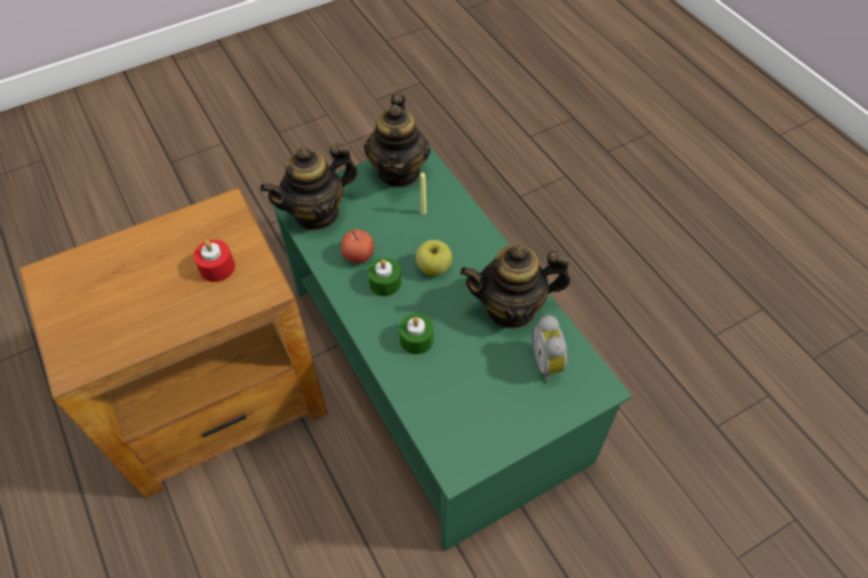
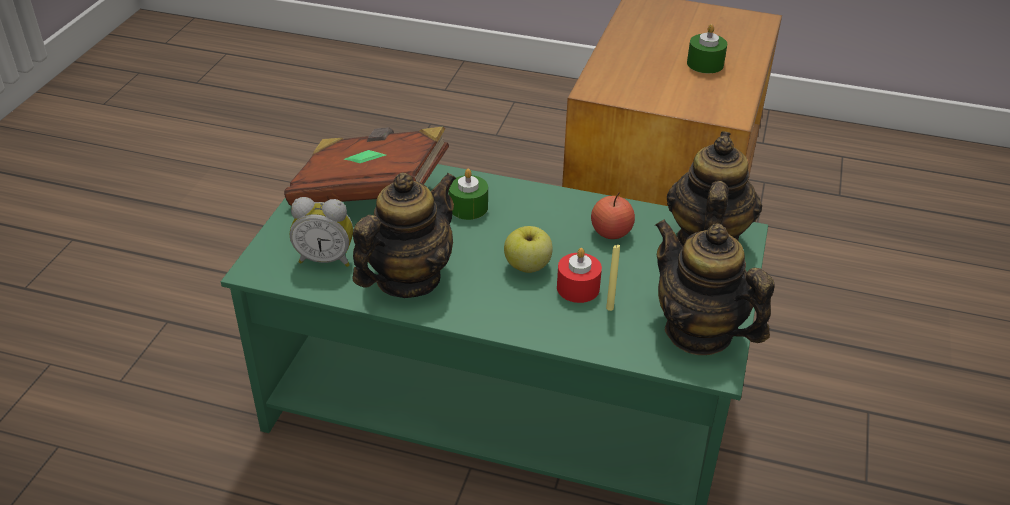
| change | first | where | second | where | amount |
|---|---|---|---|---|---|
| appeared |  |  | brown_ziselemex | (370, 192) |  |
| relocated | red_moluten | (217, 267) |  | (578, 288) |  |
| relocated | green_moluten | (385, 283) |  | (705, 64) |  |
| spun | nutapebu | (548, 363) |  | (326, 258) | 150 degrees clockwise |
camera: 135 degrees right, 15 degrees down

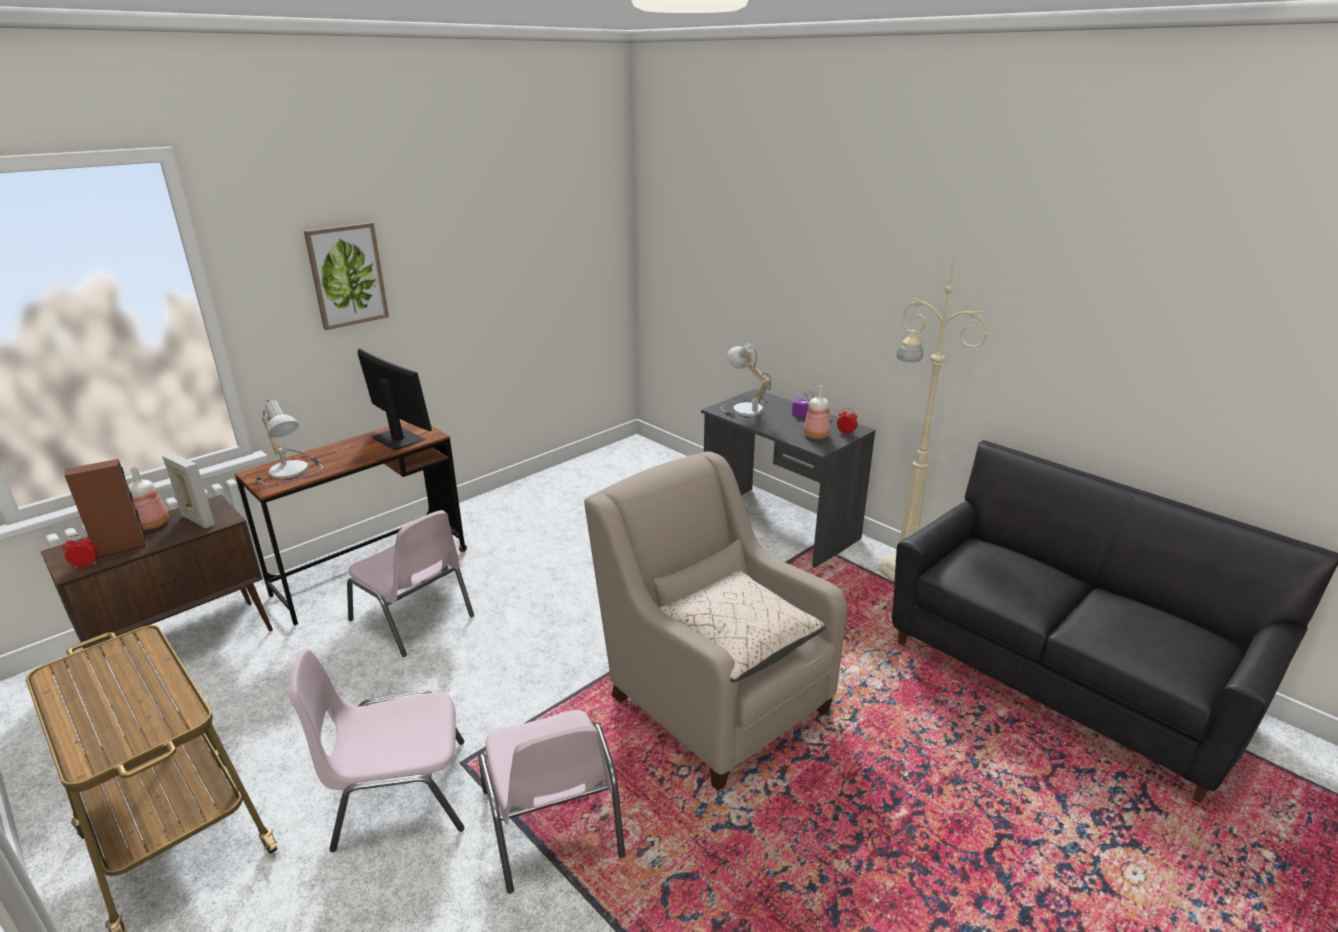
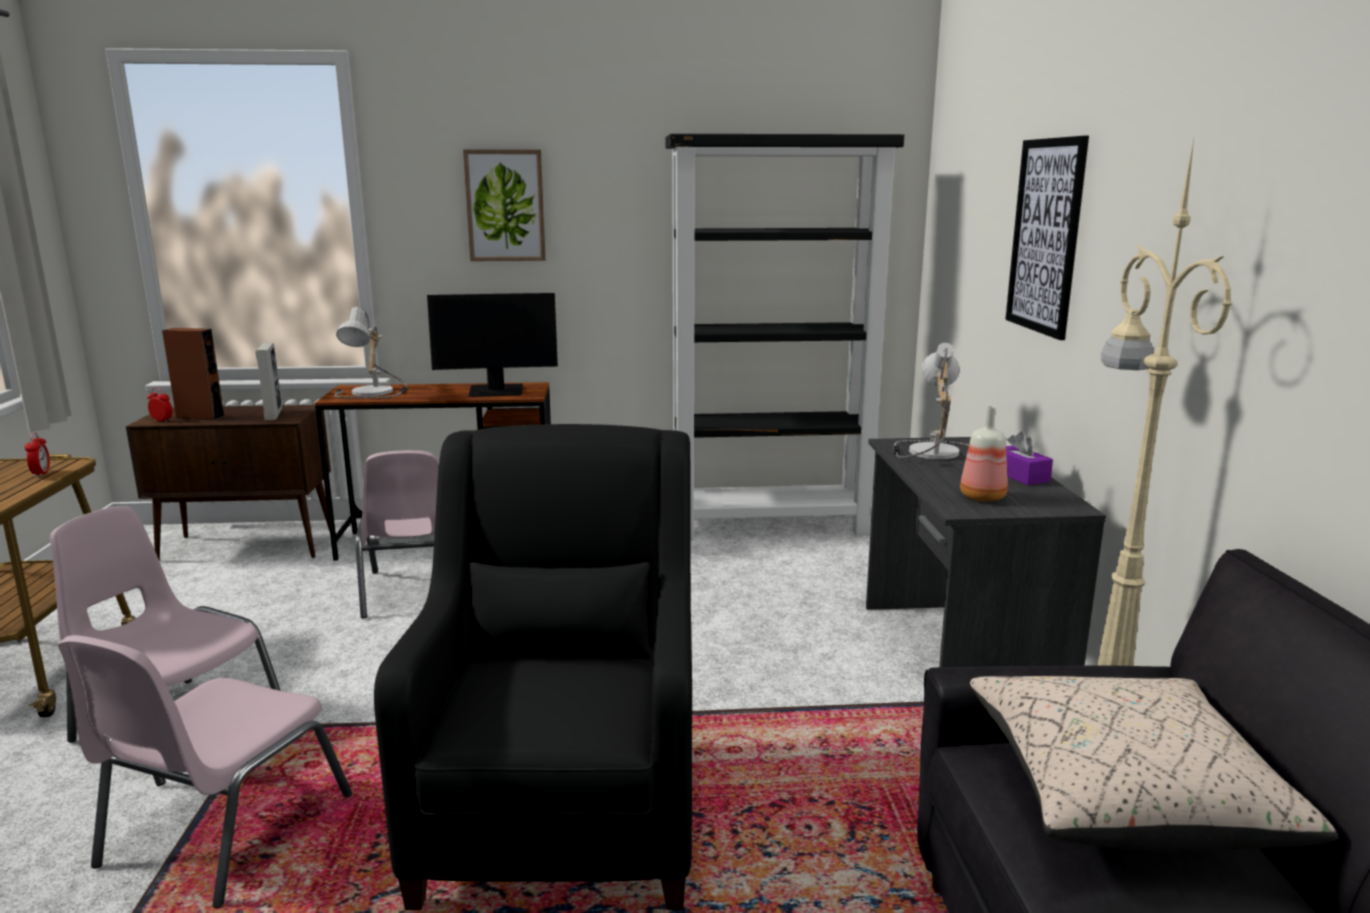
| change | first | where | second | where | amount |
|---|---|---|---|---|---|
| missing | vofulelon | (152, 525) |  |  |  |
| appeared |  |  | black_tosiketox | (771, 525) |  |
| appeared |  |  | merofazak | (1045, 236) |  |
| relocated | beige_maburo | (735, 641) |  | (1123, 794) |  |
| relocated | nutapebu | (846, 433) |  | (41, 474) |  |
| colour | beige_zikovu | (713, 698) | black_zikovu | (565, 807) |  |
| spun | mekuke | (398, 439) |  | (496, 392) | 90 degrees clockwise |
camera: 40 degrees right, 10 degrees down

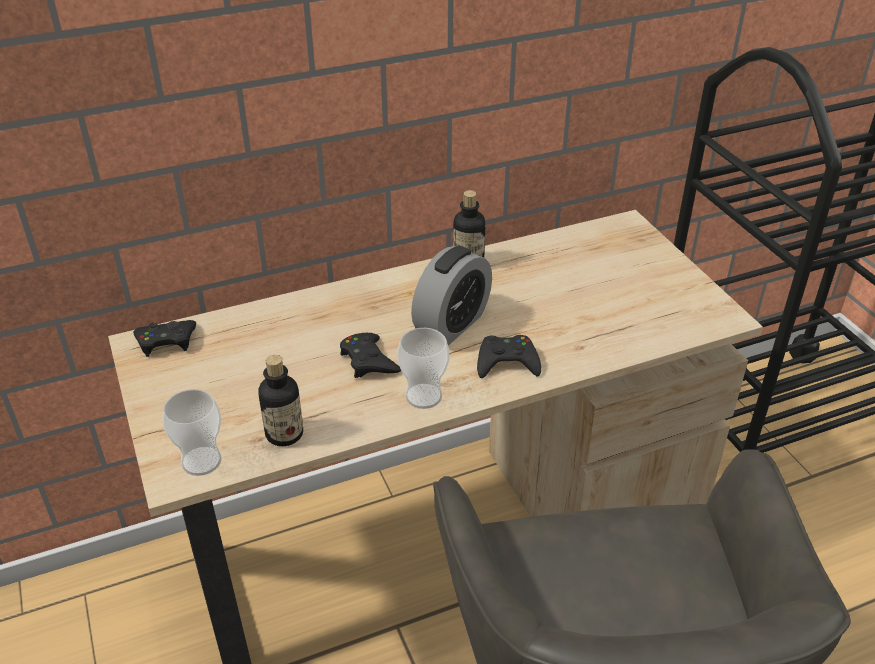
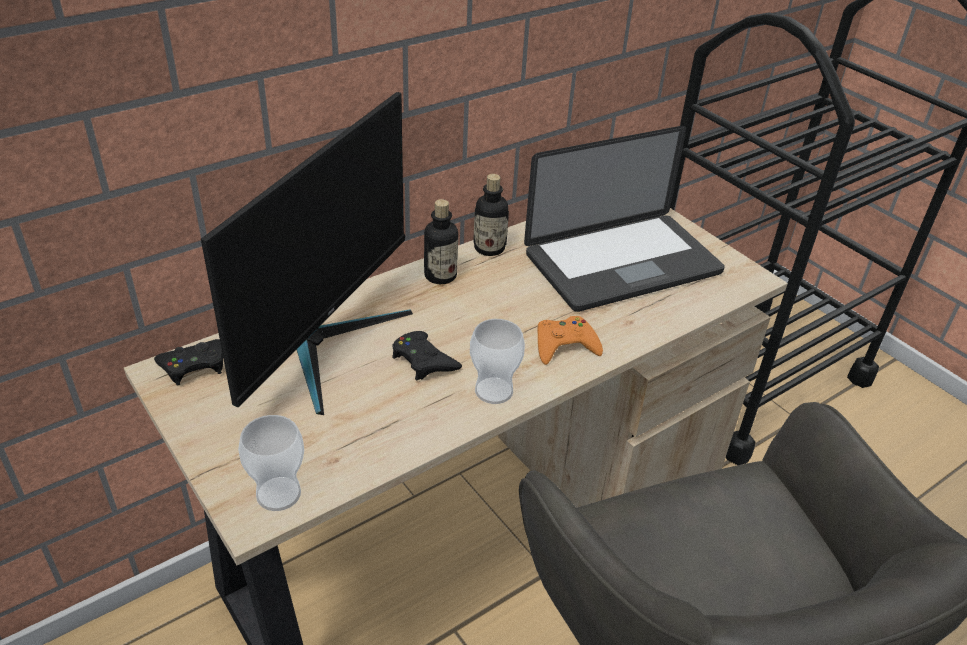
| change | first | where | second | where | amount |
|---|---|---|---|---|---|
| missing | nutapebu | (452, 324) |  |  |  |
| appeared |  |  | mekuke | (325, 343) |  |
| appeared |  |  | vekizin | (622, 264) |  |
| relocated | vofulelon | (284, 434) |  | (440, 276) |  |
| colour | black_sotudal | (507, 362) | orange_sotudal | (565, 345) |  |
camera: 15 degrees left, 0 degrees up

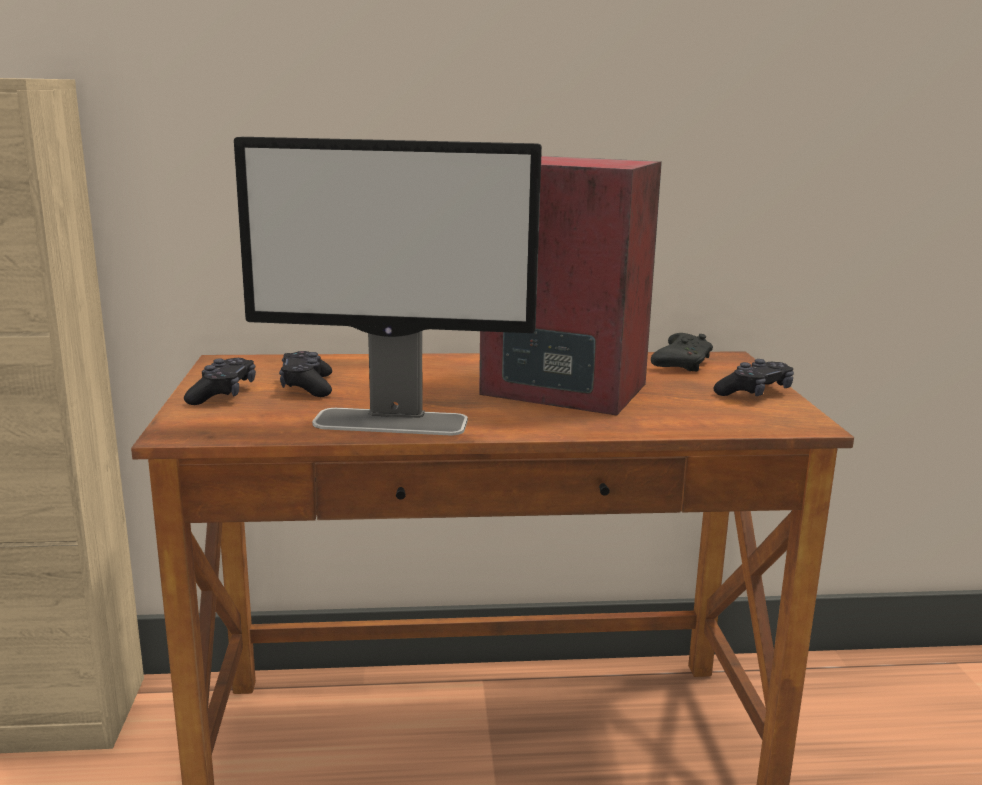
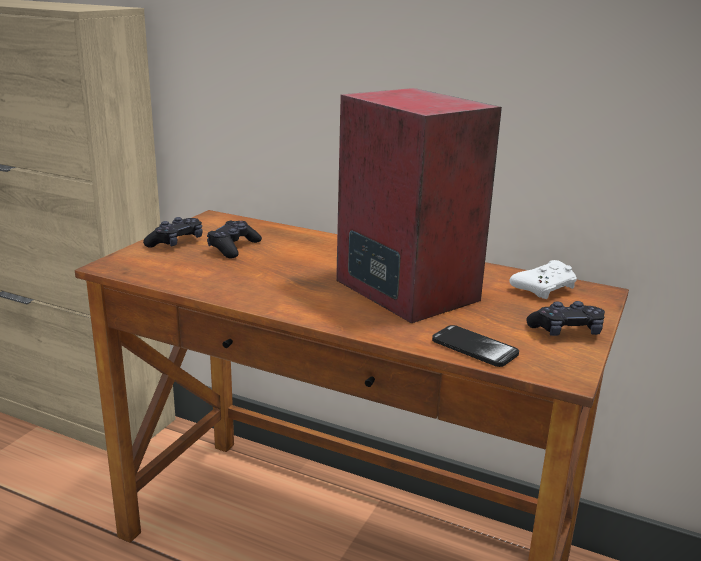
| change | first | where | second | where | amount |
|---|---|---|---|---|---|
| missing | mekuke | (392, 422) |  |  |  |
| appeared |  |  | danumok | (474, 348) |  |
| colour | black_sotudal | (682, 363) | white_sotudal | (545, 288) |  |
camera: 30 degrees right, 5 degrees up

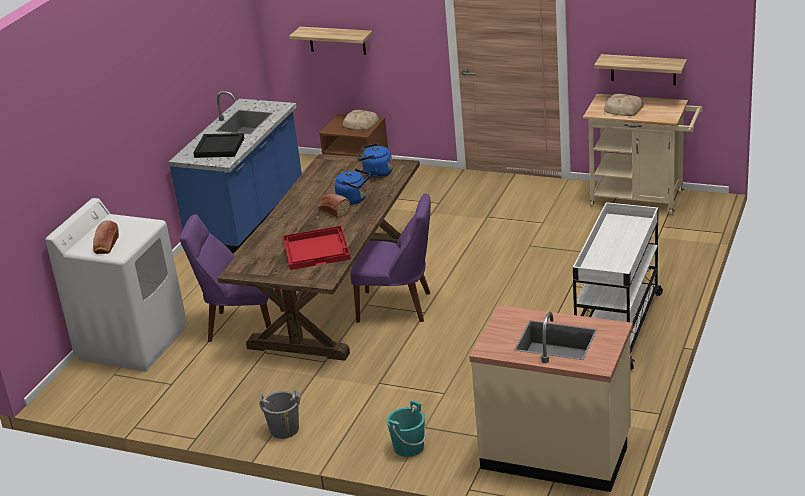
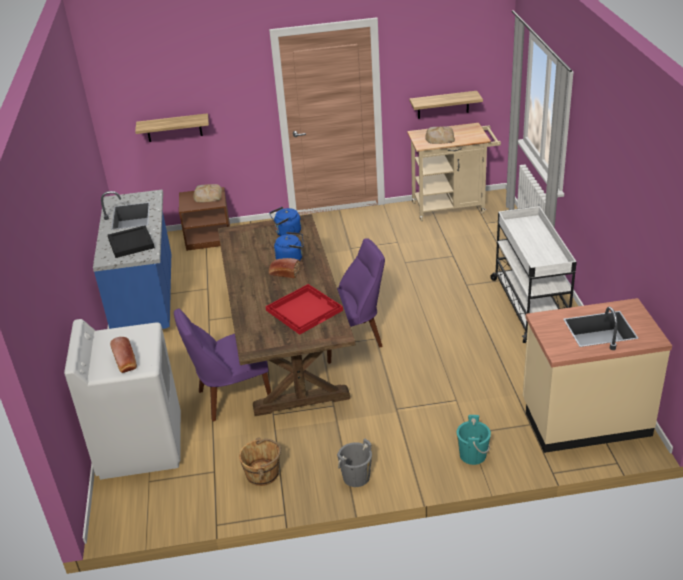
| change | first | where | second | where | amount |
|---|---|---|---|---|---|
| appeared |  |  | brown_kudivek | (263, 474) |  |
camera: 30 degrees left, 5 degrees up

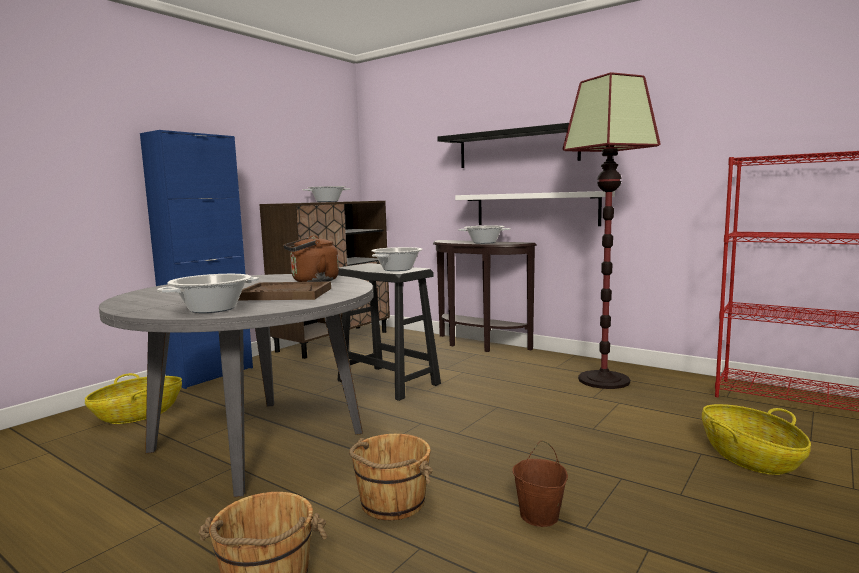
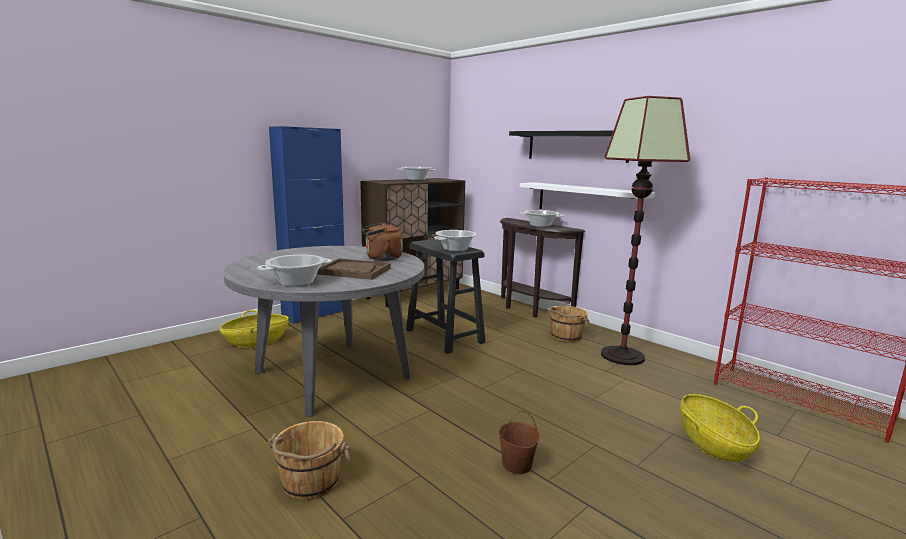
| change | first | where | second | where | amount |
|---|---|---|---|---|---|
| relocated | brown_kudivek | (391, 503) |  | (565, 336) |  |
camera: 10 degrees right, 5 degrees up

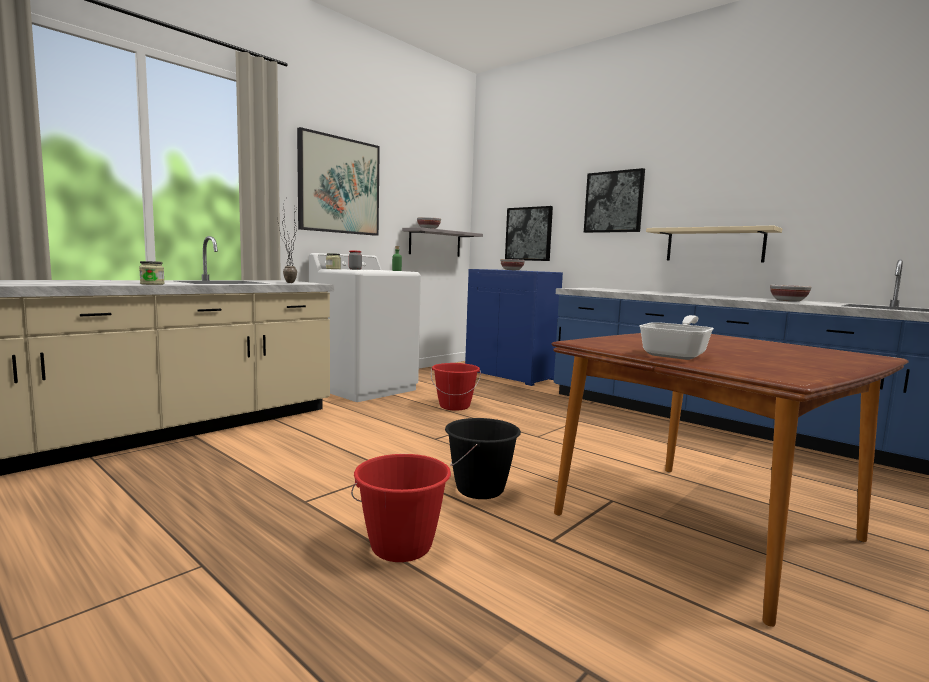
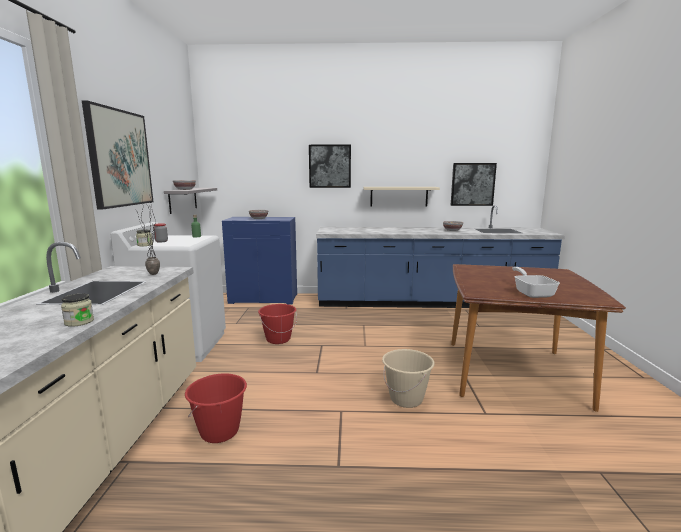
| change | first | where | second | where | amount |
|---|---|---|---|---|---|
| relocated | red_kudivek | (401, 547) |  | (220, 432) |  |
| relocated | merofazak | (529, 234) |  | (472, 184) |  |
| colour | black_kudivek | (480, 489) | beige_kudivek | (406, 399) |  |
camera: 40 degrees left, 5 degrees up

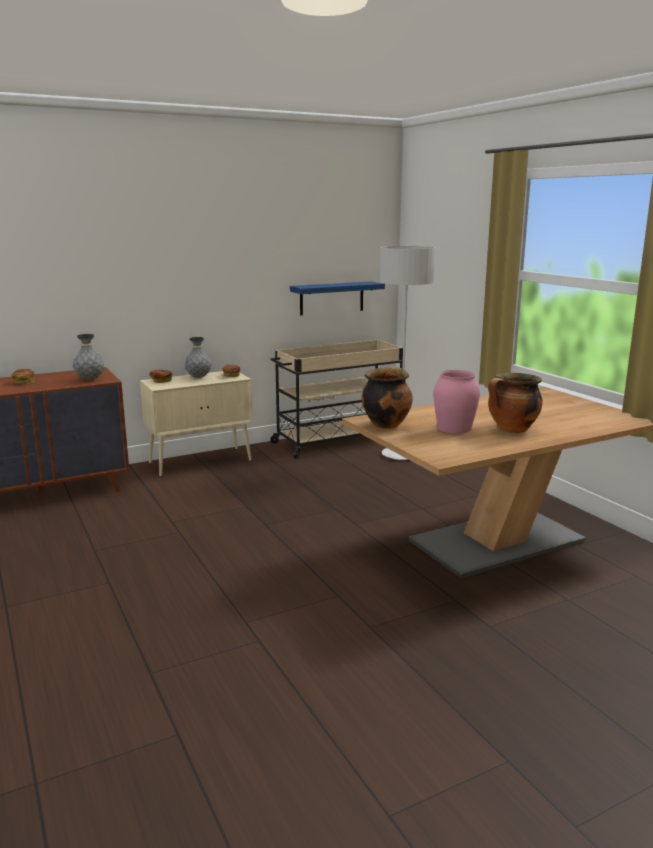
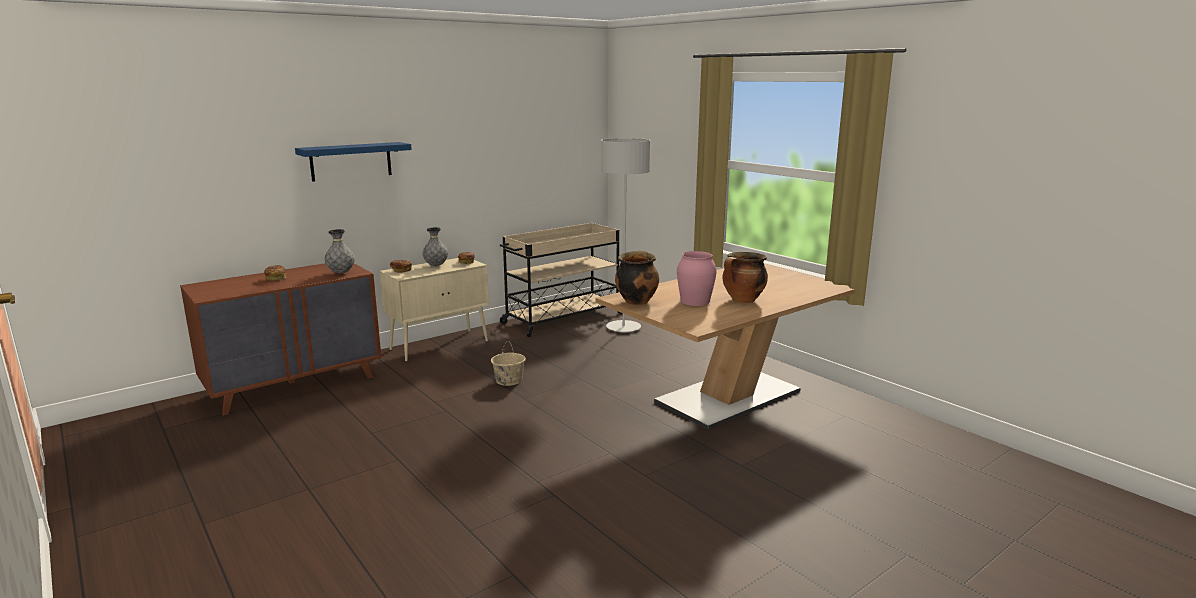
| change | first | where | second | where | amount |
|---|---|---|---|---|---|
| appeared |  |  | beige_kudivek | (509, 380) |  |
| relocated | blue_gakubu | (332, 298) |  | (351, 161) |  |
camera: 10 degrees left, 0 degrees up

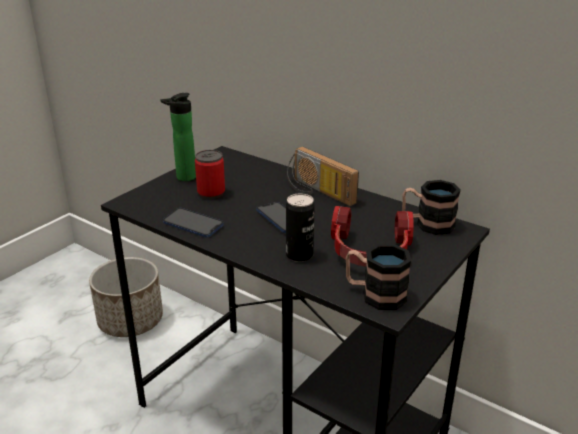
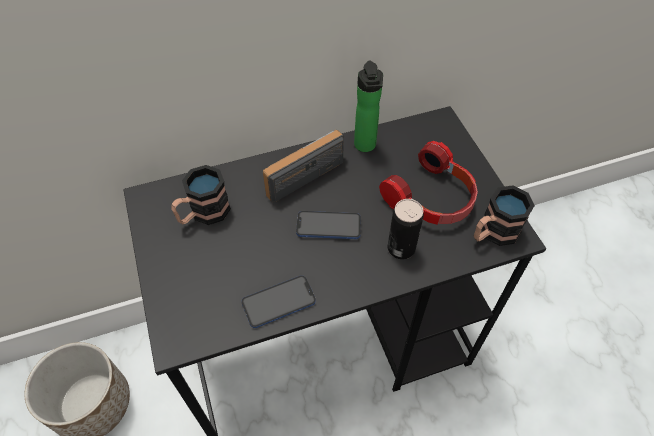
| change | first | where | second | where | amount |
|---|---|---|---|---|---|
| missing | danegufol | (211, 193) |  |  |  |
| relocated | vofulelon | (183, 178) |  | (365, 147) |  |
| relocated | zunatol | (427, 224) |  | (203, 213) |  |
| spun | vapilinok | (317, 192) |  | (303, 172) | 150 degrees clockwise |
camera: 55 degrees left, 25 degrees up

